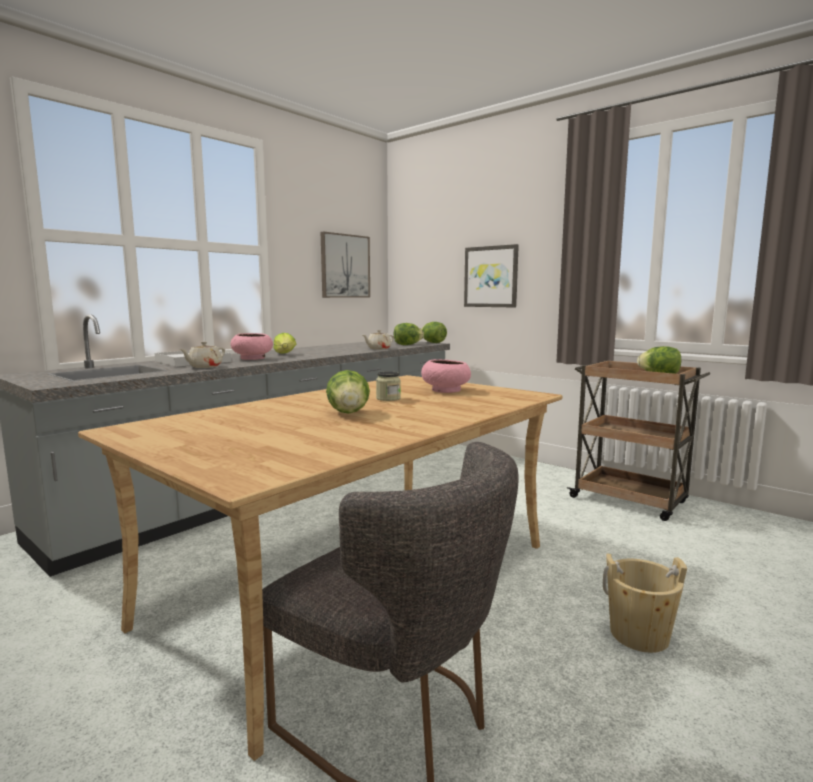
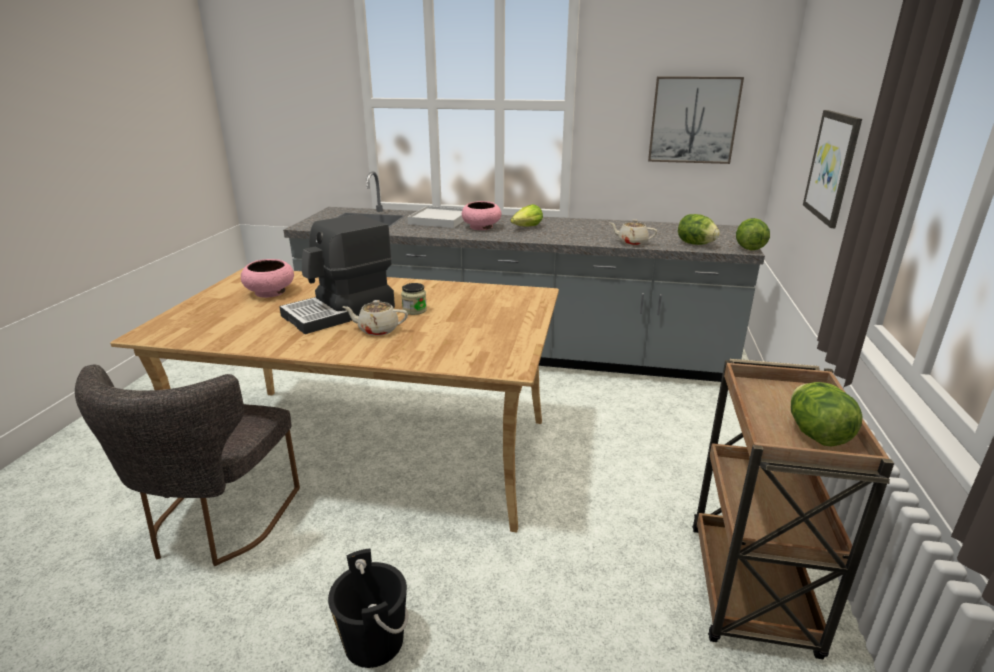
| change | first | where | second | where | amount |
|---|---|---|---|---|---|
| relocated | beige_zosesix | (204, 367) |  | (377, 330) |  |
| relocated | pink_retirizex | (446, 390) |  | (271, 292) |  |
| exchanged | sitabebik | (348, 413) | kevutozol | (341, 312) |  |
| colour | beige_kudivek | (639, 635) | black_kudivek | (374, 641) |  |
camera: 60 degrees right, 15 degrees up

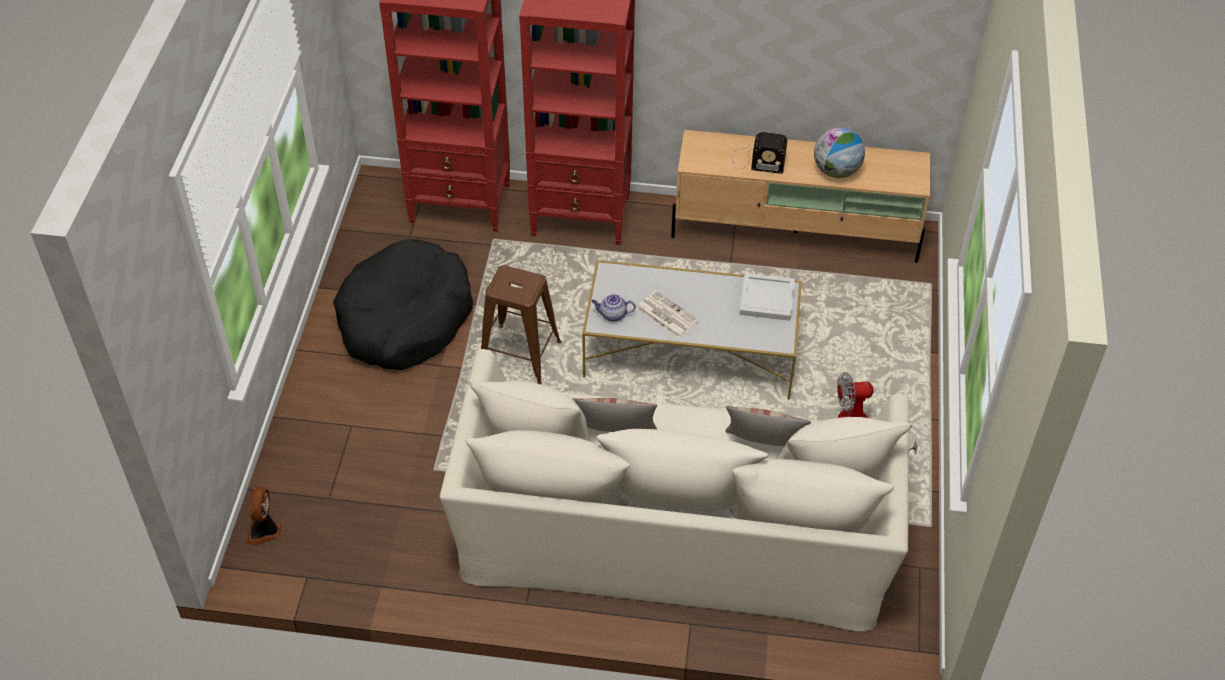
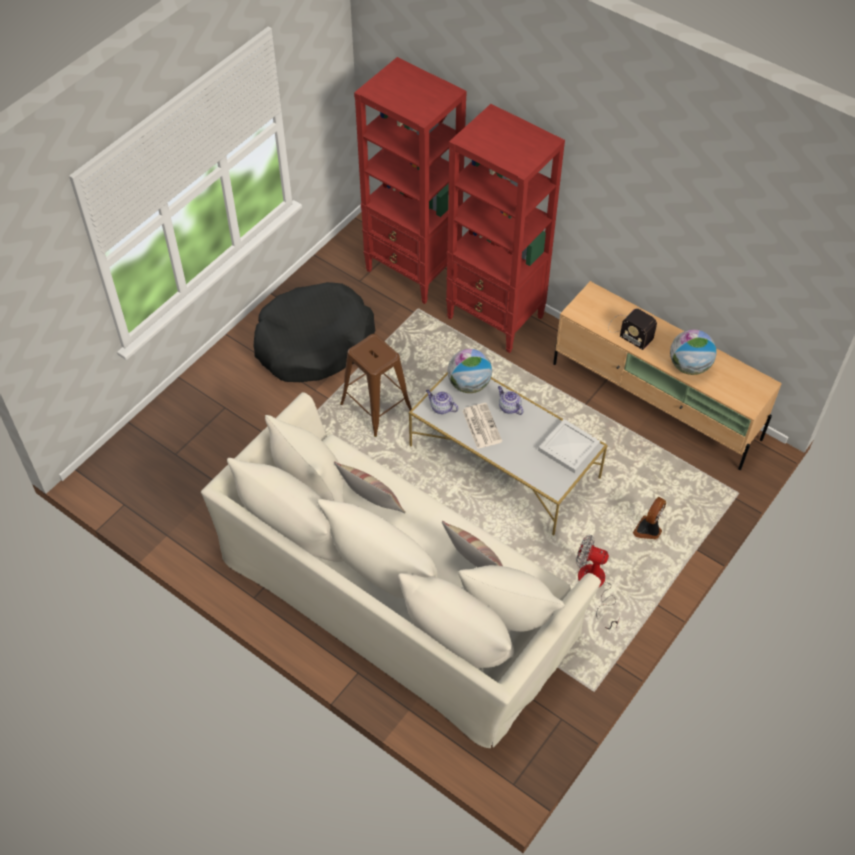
| change | first | where | second | where | amount |
|---|---|---|---|---|---|
| appeared |  |  | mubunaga | (469, 384) |  |
| appeared |  |  | zosesix | (509, 407) |  |
| relocated | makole | (265, 531) |  | (648, 530) |  |
camera: 30 degrees right, 5 degrees up

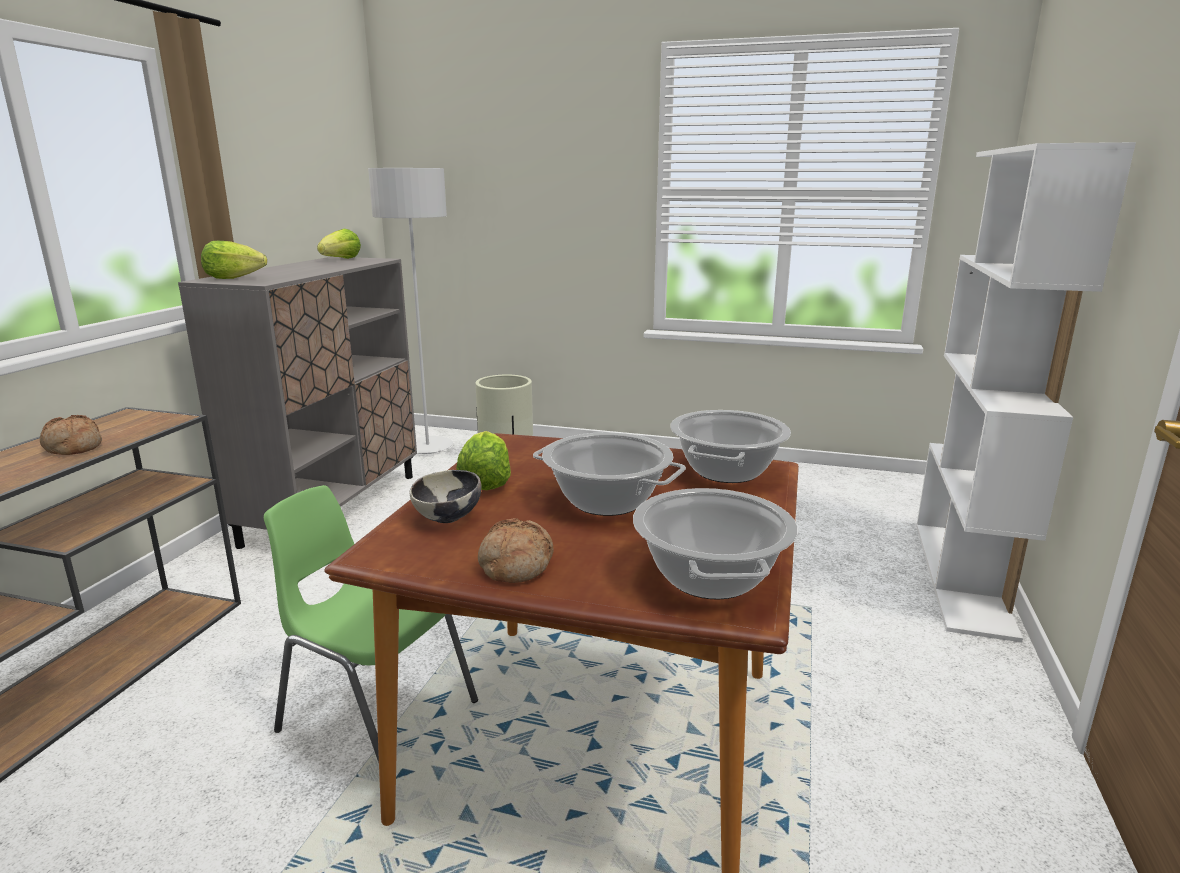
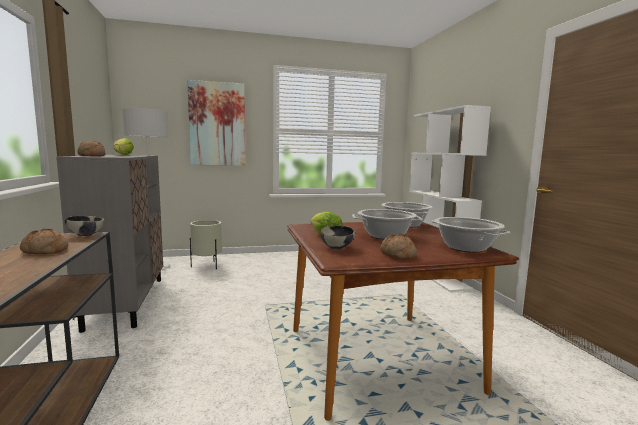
| change | first | where | second | where | amount |
|---|---|---|---|---|---|
| missing | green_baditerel | (376, 715) |  |  |  |
| appeared |  |  | retirizex | (85, 235) |  |
| appeared |  |  | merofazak | (217, 124) |  |
| exchanged | sitabebik | (233, 278) | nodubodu | (91, 156) |  |
camera: 30 degrees left, 10 degrees down

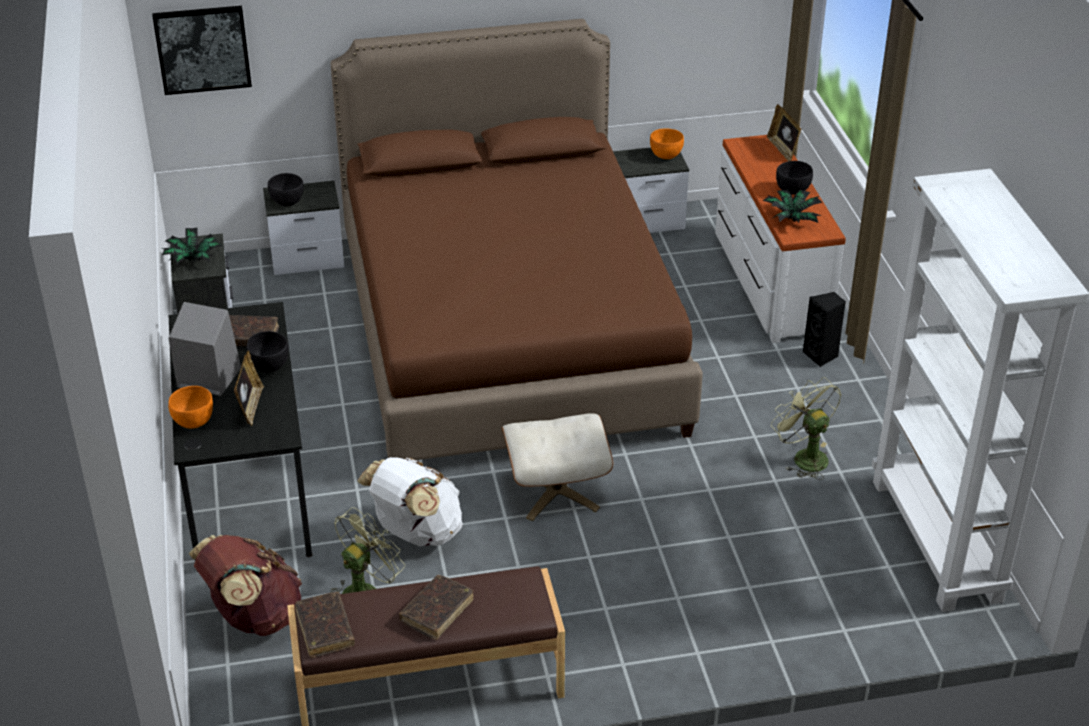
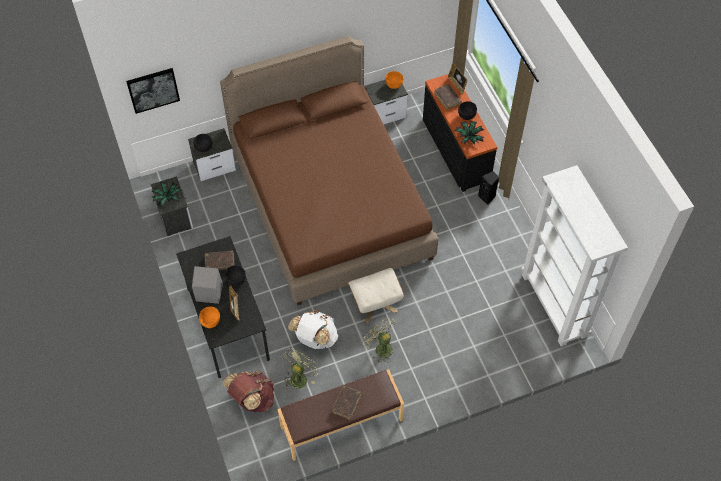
| change | first | where | second | where | amount |
|---|---|---|---|---|---|
| relocated | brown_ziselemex | (325, 630) |  | (447, 99) |  |
| relocated | green_makole | (804, 457) |  | (380, 348) |  |
| colour | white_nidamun | (769, 282) | black_nidamun | (454, 150) |  |
camera: 10 degrees left, 20 degrees up

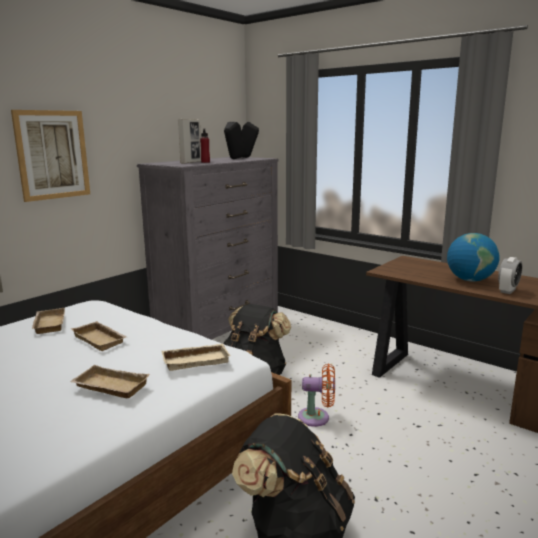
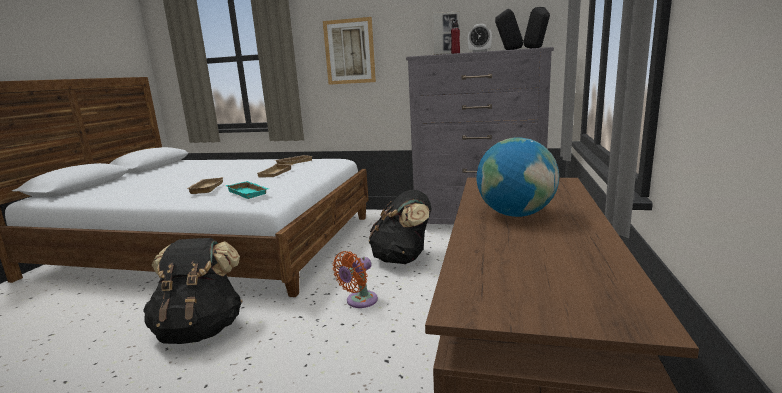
| change | first | where | second | where | amount |
|---|---|---|---|---|---|
| relocated | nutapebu | (507, 291) |  | (479, 52) |  |
| colour | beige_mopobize | (196, 360) | turquoise_mopobize | (249, 193) |  |
| spun | orange_makole | (317, 417) |  | (359, 301) | 60 degrees clockwise |
camera: 65 degrees right, 0 degrees up

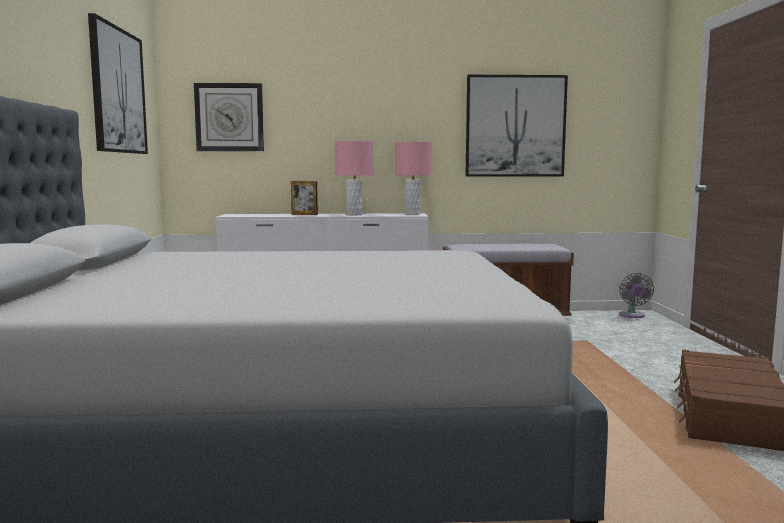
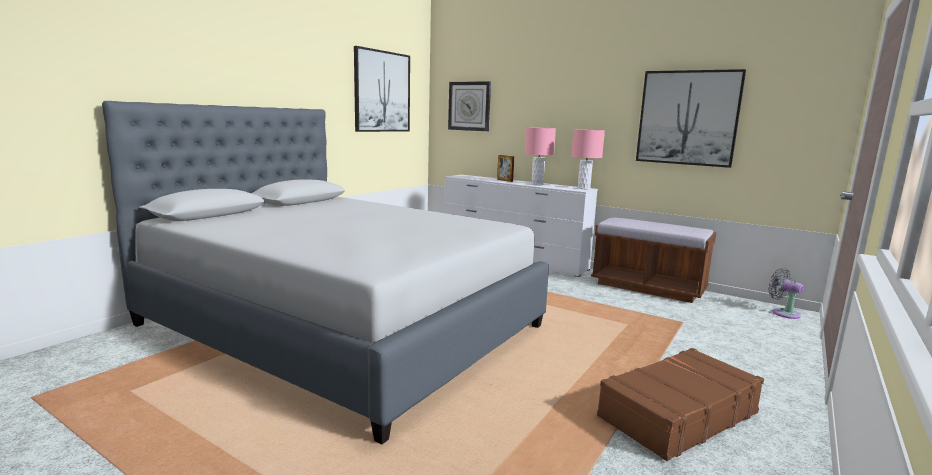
| change | first | where | second | where | amount |
|---|---|---|---|---|---|
| spun | grey_makole | (632, 316) |  | (783, 313) | 105 degrees clockwise |
camera: 35 degrees right, 5 degrees up

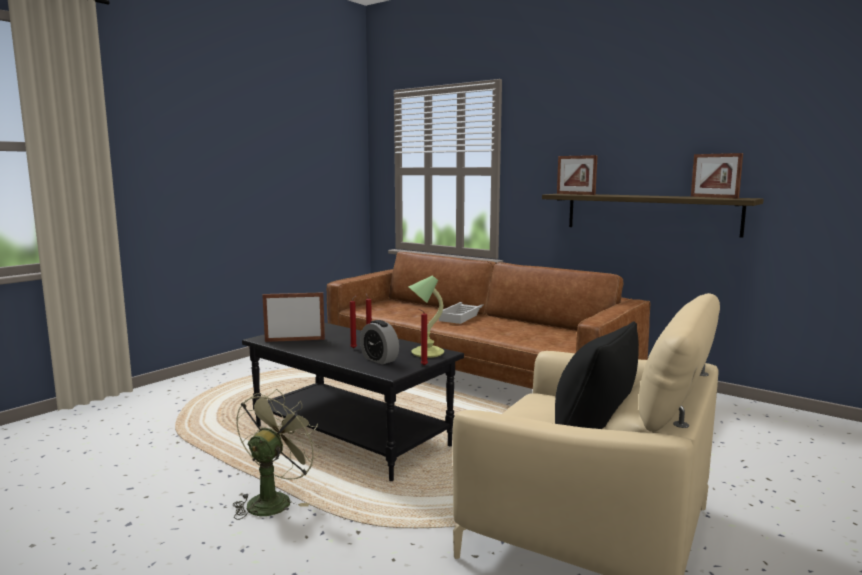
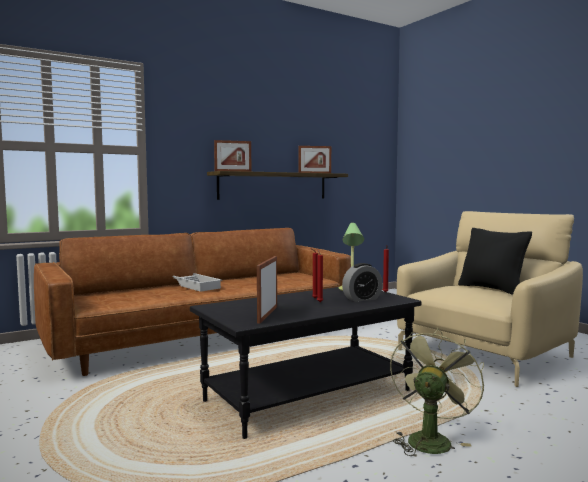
| change | first | where | second | where | amount |
|---|---|---|---|---|---|
| spun | green_makole | (274, 500) |  | (430, 439) | 75 degrees clockwise |
camera: 70 degrees left, 5 degrees down

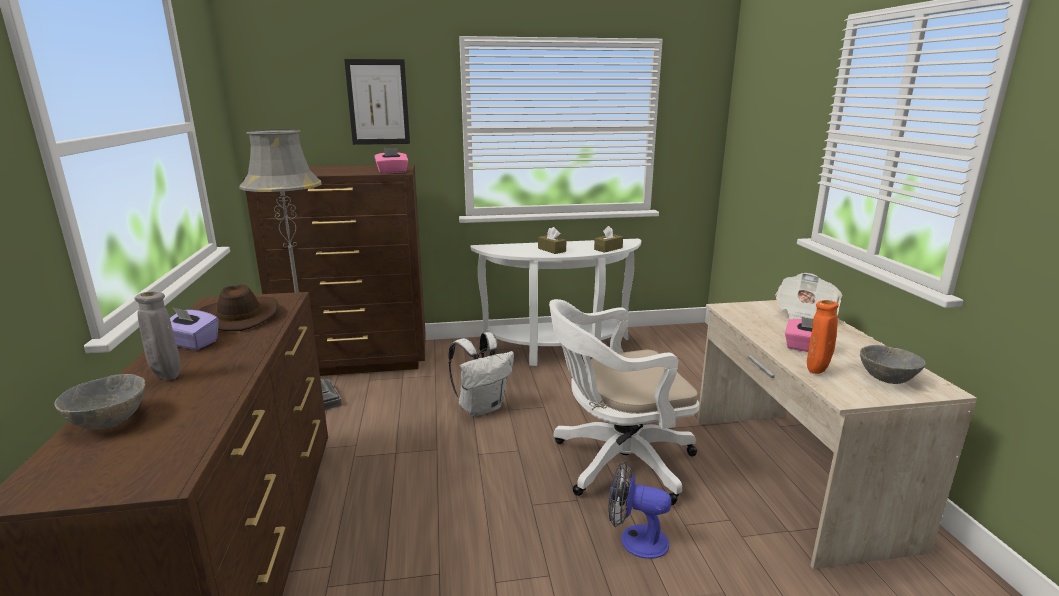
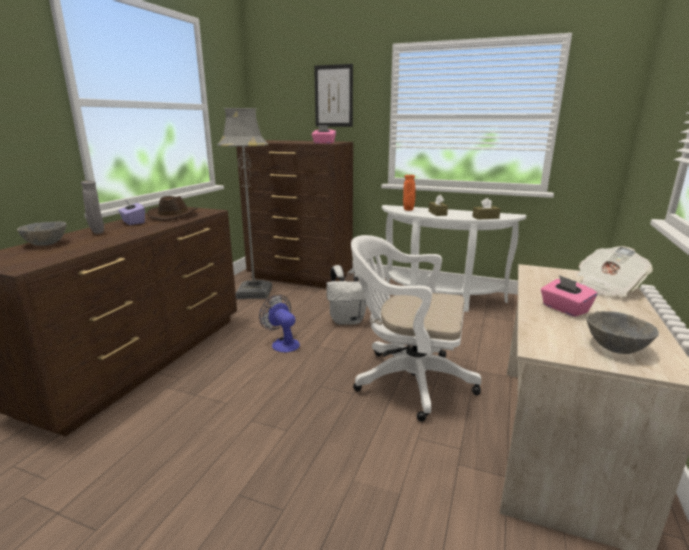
| change | first | where | second | where | amount |
|---|---|---|---|---|---|
| relocated | makole | (635, 539) |  | (282, 343) |  |
| relocated | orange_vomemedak | (816, 372) |  | (408, 210) |  |
camera: 30 degrees right, 0 degrees up

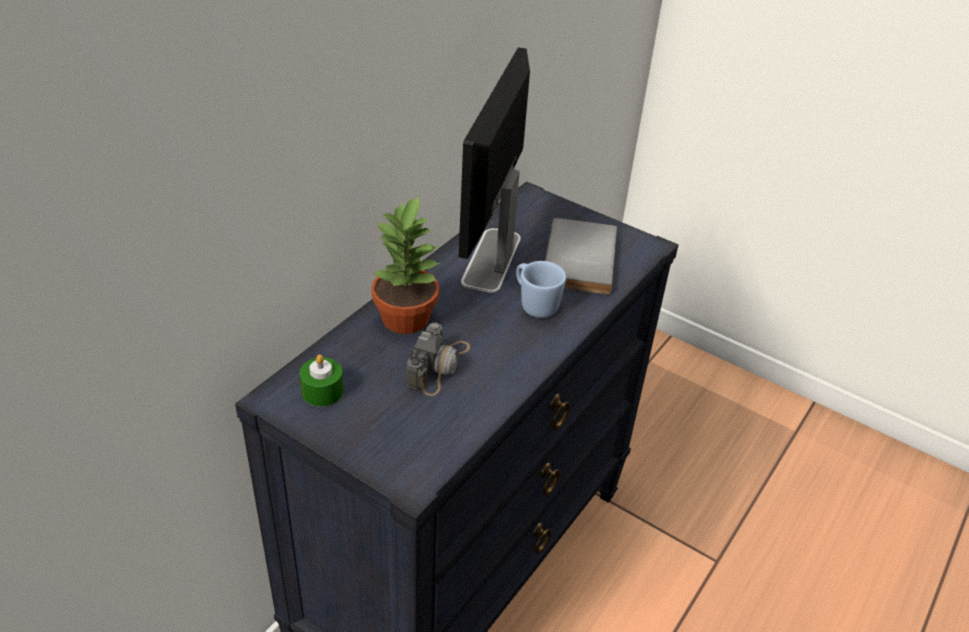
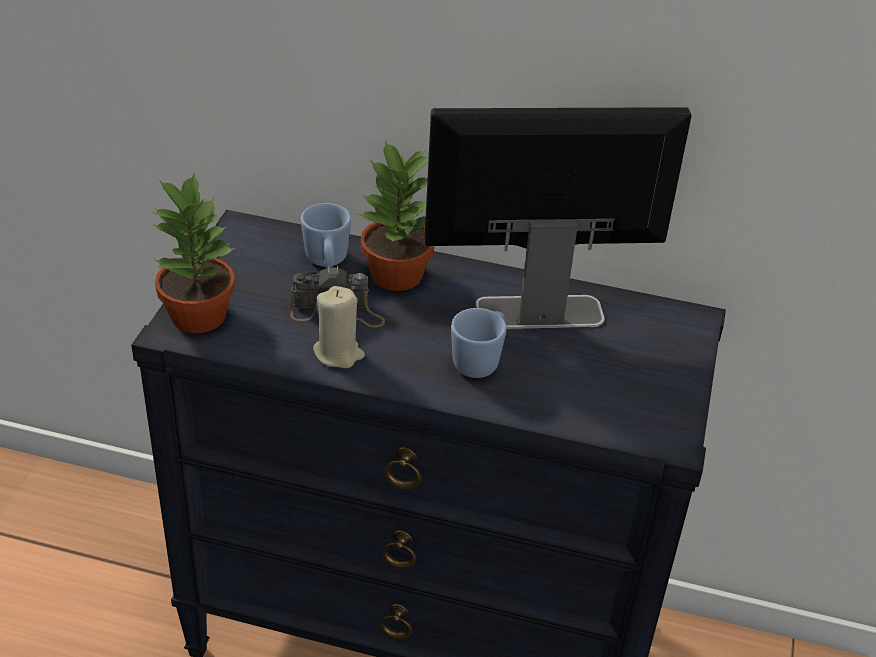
| change | first | where | second | where | amount |
|---|---|---|---|---|---|
| missing | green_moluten | (322, 391) |  |  |  |
| missing | grey_ziselemex | (576, 259) |  |  |  |
| appeared |  |  | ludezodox | (198, 314) |  |
| appeared |  |  | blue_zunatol | (327, 262) |  |
| appeared |  |  | beige_moluten | (338, 353) |  |
camera: 70 degrees right, 0 degrees up

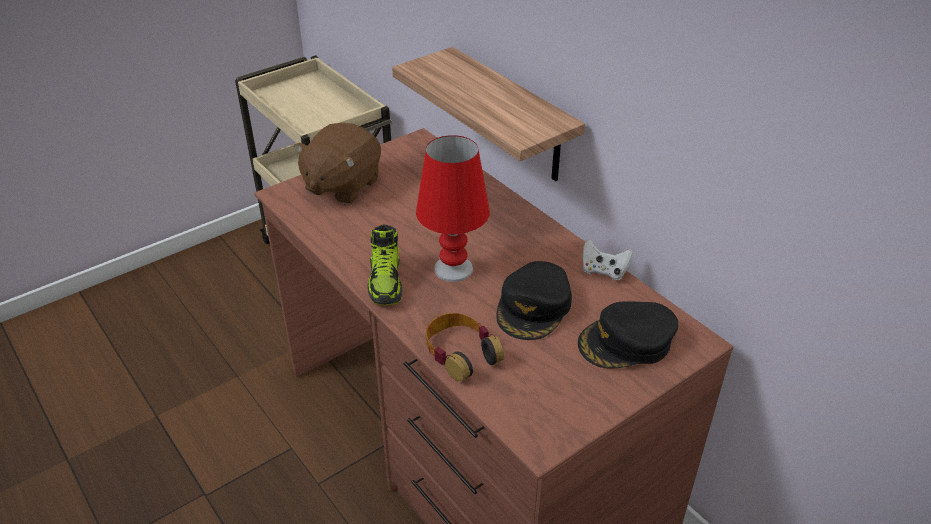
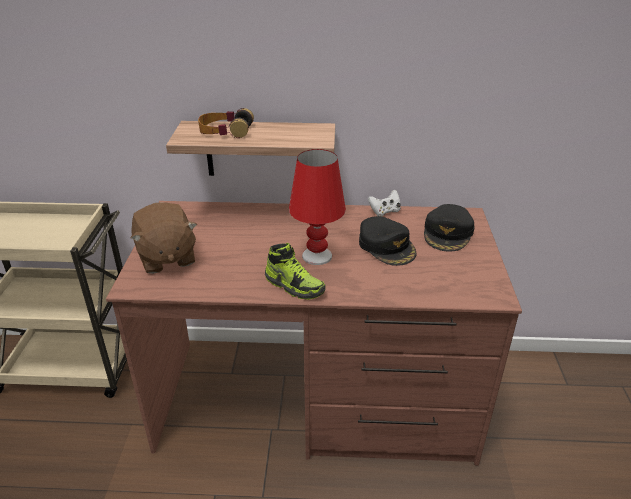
| change | first | where | second | where | amount |
|---|---|---|---|---|---|
| relocated | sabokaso | (460, 352) |  | (225, 131) |  |
camera: 50 degrees left, 5 degrees down

